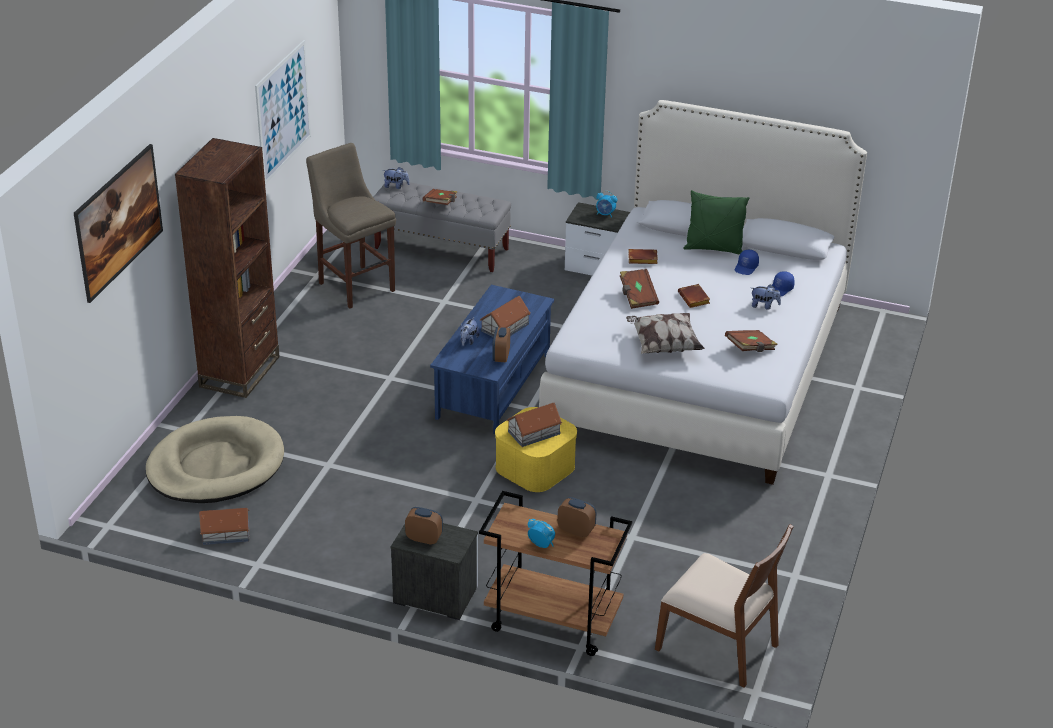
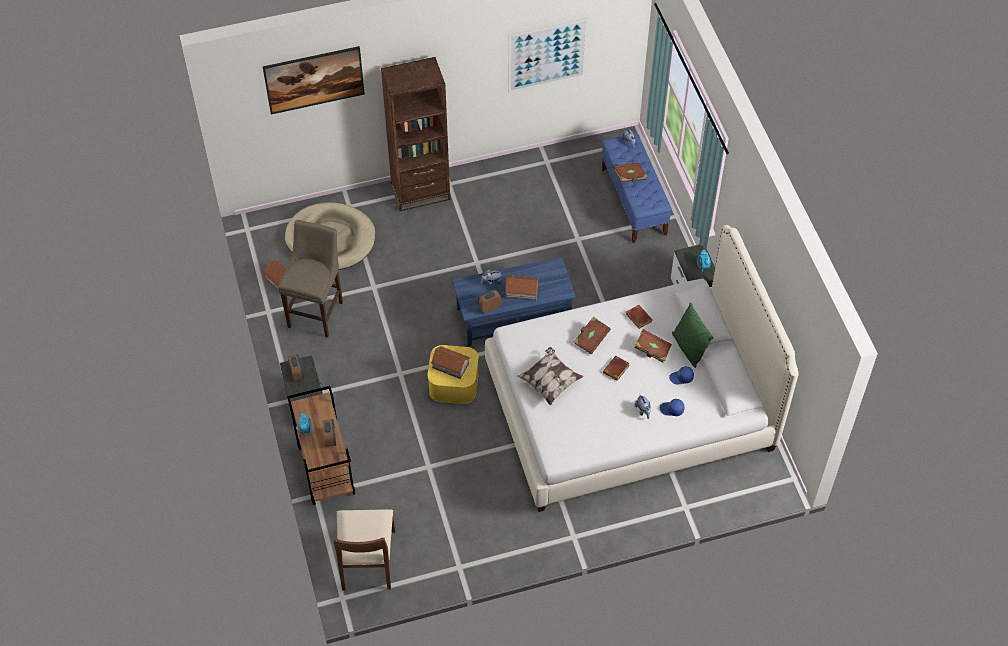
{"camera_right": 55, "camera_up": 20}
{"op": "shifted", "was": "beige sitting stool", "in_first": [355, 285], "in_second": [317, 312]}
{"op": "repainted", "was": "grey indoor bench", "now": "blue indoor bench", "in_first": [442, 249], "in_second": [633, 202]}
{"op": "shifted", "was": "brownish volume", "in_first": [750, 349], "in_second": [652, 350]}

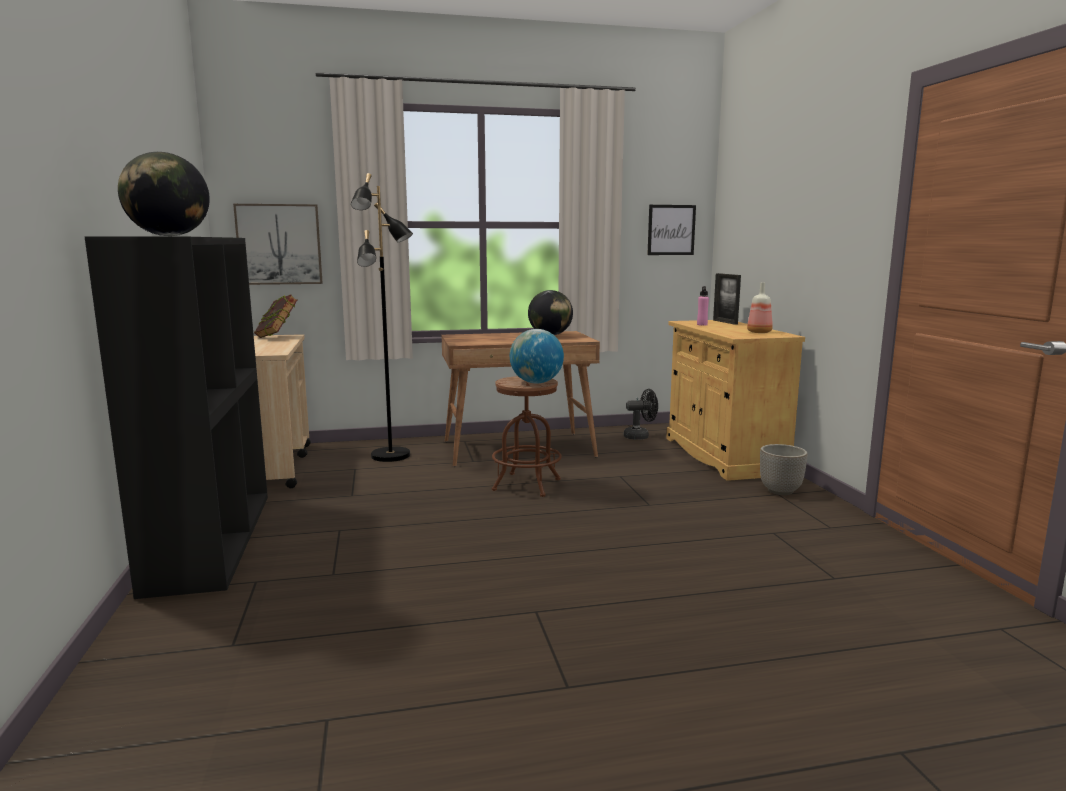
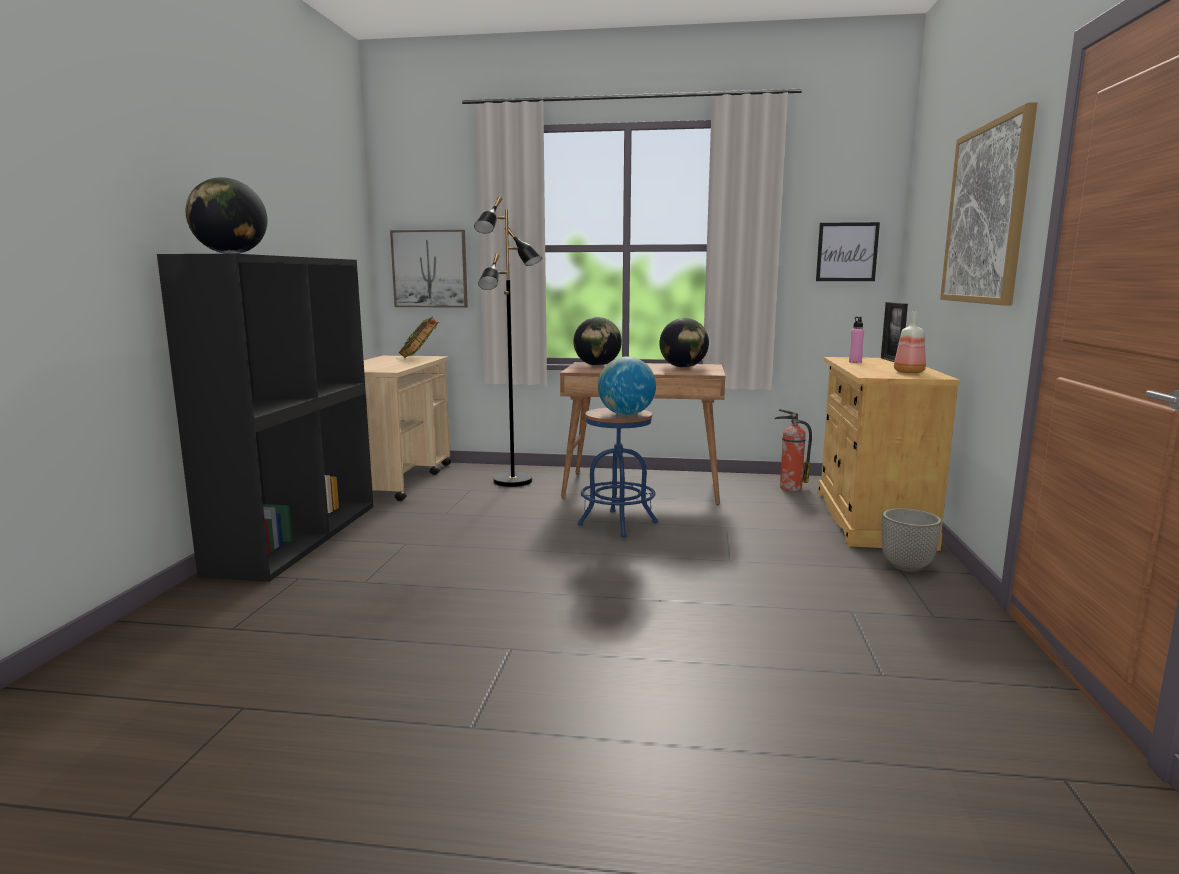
{"camera_right": 20, "camera_up": 0}
{"op": "repainted", "was": "brownish sitting stool", "now": "blue sitting stool", "in_first": [526, 485], "in_second": [617, 524]}
{"op": "swapped", "was": "blackish electric fan", "now": "fire-fighting cylinder", "in_first": [640, 436], "in_second": [789, 488]}
{"op": "new", "now": "wall art", "in_second": [986, 214]}
{"op": "new", "now": "desk globe", "in_second": [597, 365]}

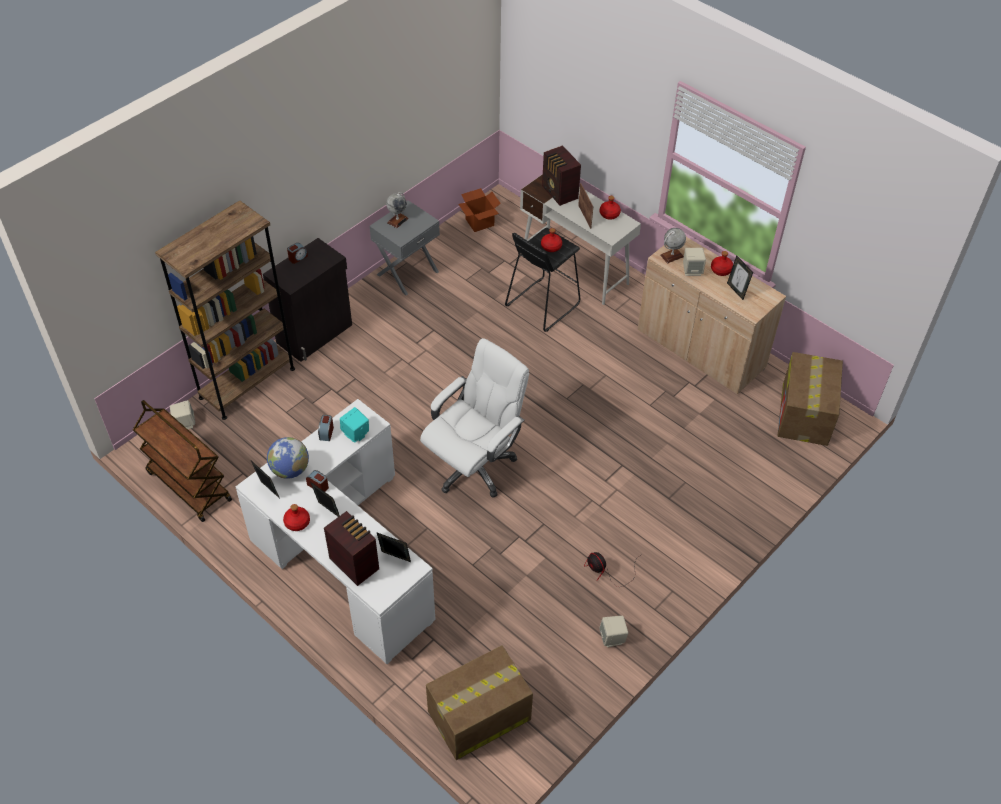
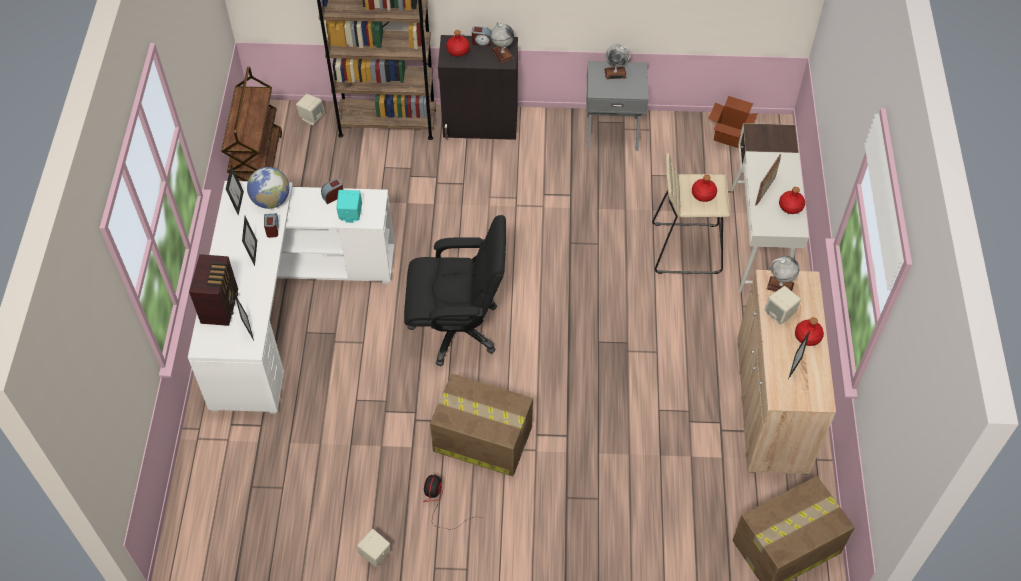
{"camera_right": 50, "camera_up": 5}
{"op": "gone", "was": "radio set", "in_first": [559, 193]}
{"op": "repainted", "was": "blackish sitting stool", "now": "beige sitting stool", "in_first": [542, 305], "in_second": [685, 248]}
{"op": "repainted", "was": "white-coloured office chair", "now": "blackish office chair", "in_first": [474, 465], "in_second": [457, 328]}
{"op": "shifted", "was": "red-coloured drink bottle", "in_first": [297, 523], "in_second": [457, 50]}
{"op": "shifted", "was": "carton", "in_first": [478, 716], "in_second": [481, 438]}
{"op": "new", "now": "desk globe", "in_second": [502, 54]}

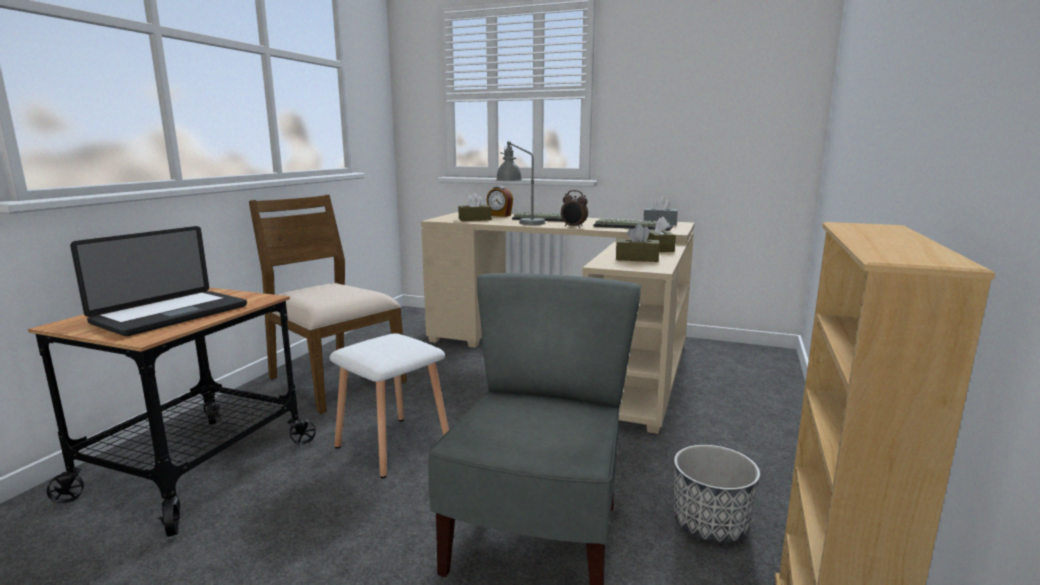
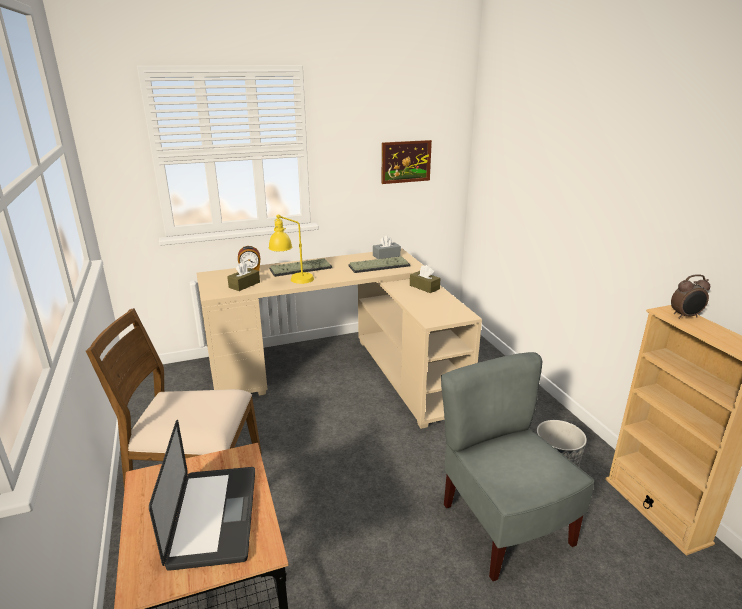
{"camera_right": -40, "camera_up": 10}
{"op": "repainted", "was": "grey tabletop lamp", "now": "yellowish tabletop lamp", "in_first": [520, 223], "in_second": [292, 281]}
{"op": "shifted", "was": "table clock", "in_first": [573, 227], "in_second": [685, 316]}
{"op": "gone", "was": "brownish tissue box", "in_first": [637, 259]}
{"op": "gone", "was": "white-coloured sitting stool", "in_first": [391, 445]}
{"op": "new", "now": "wall art", "in_second": [406, 161]}

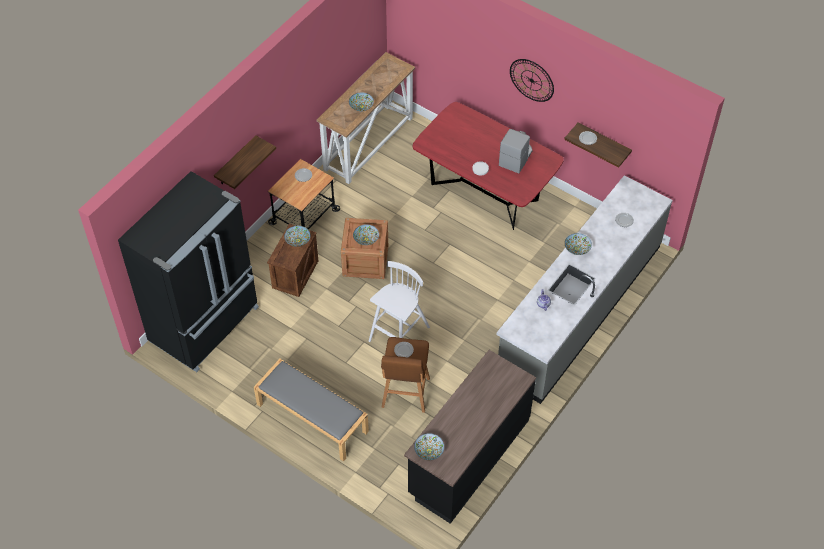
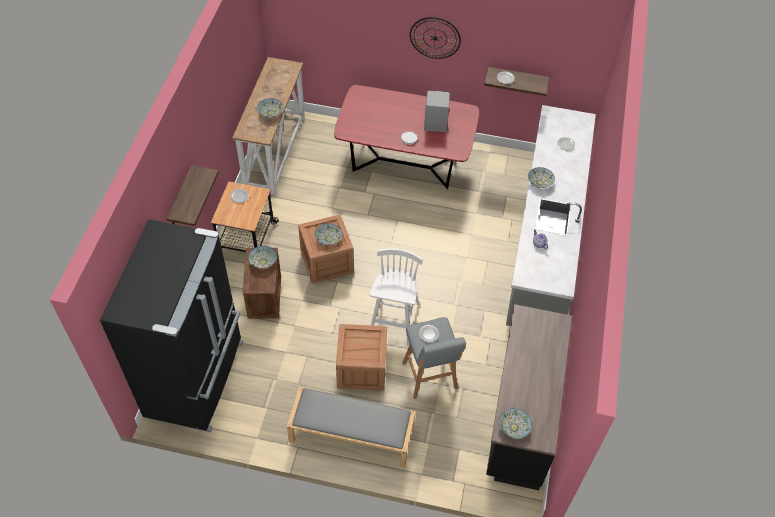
{"camera_right": -25, "camera_up": 0}
{"op": "repainted", "was": "brownish sitting stool", "now": "grey sitting stool", "in_first": [405, 394], "in_second": [430, 377]}
{"op": "new", "now": "shipping crate", "in_second": [361, 369]}

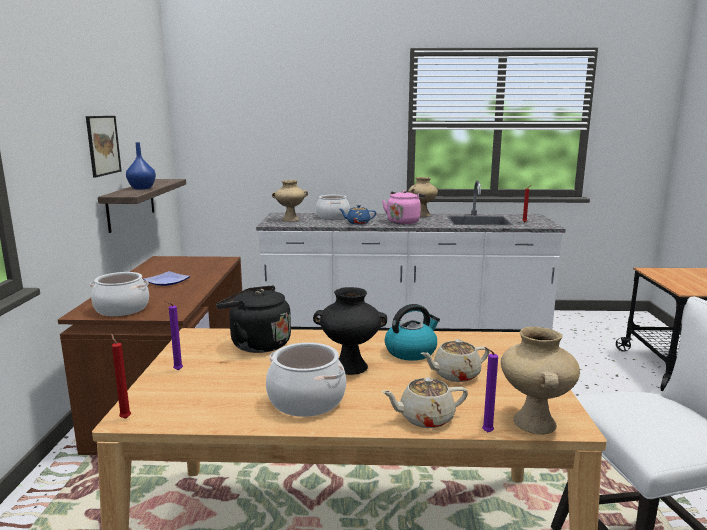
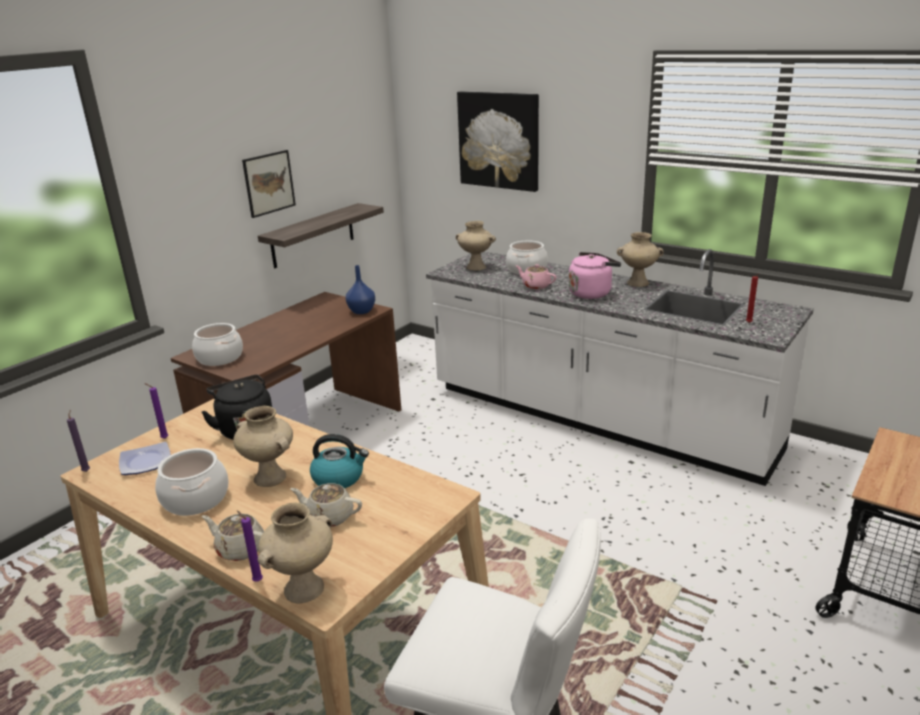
{"camera_right": 35, "camera_up": 10}
{"op": "shifted", "was": "blue decorative vase", "in_first": [142, 188], "in_second": [361, 311]}
{"op": "repainted", "was": "blue tea pot", "now": "pinkish tea pot", "in_first": [357, 223], "in_second": [536, 286]}
{"op": "shifted", "was": "flat dish", "in_first": [168, 281], "in_second": [146, 462]}
{"op": "repainted", "was": "blackish decorative vase", "now": "beige decorative vase", "in_first": [351, 366], "in_second": [271, 477]}
{"op": "repainted", "was": "red-coloured candle", "now": "purple-coloured candle", "in_first": [125, 418], "in_second": [87, 471]}
{"op": "new", "now": "wall art", "in_second": [499, 140]}

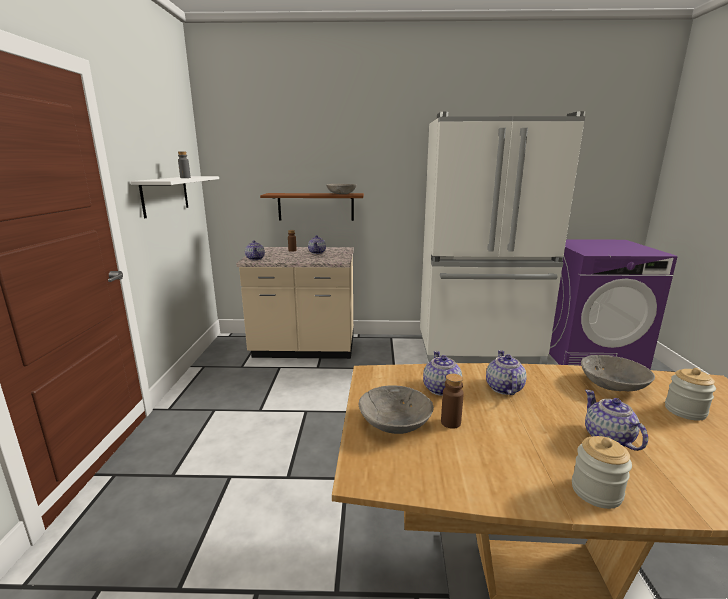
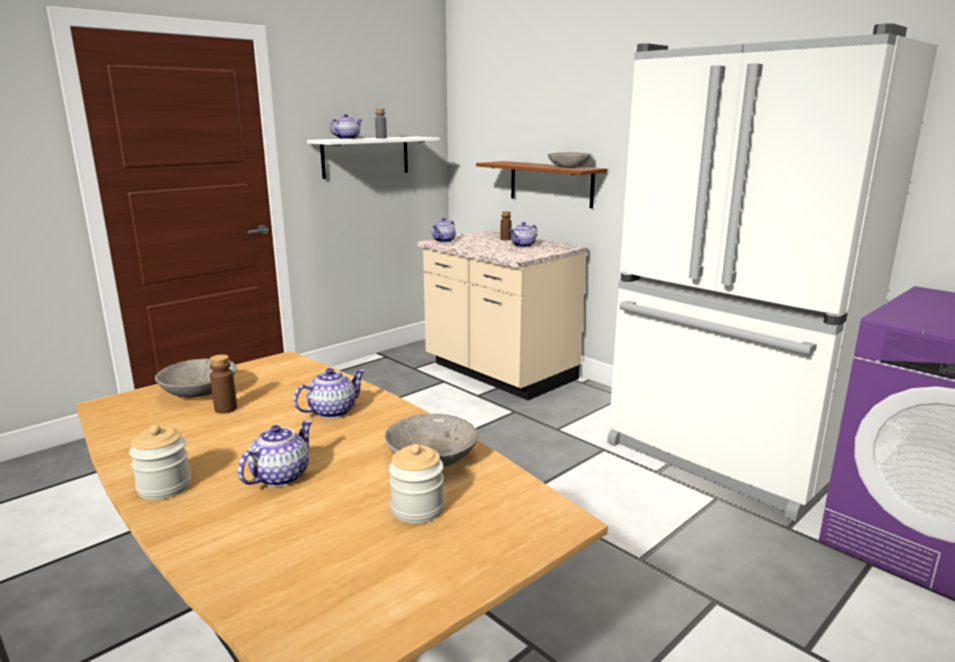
{"camera_right": 45, "camera_up": 0}
{"op": "shifted", "was": "tea pot", "in_first": [441, 389], "in_second": [346, 139]}

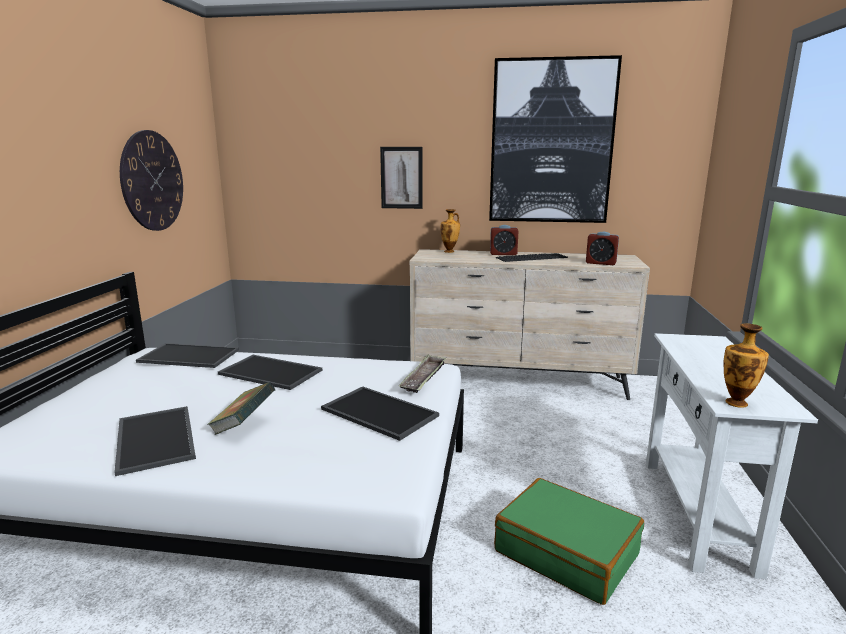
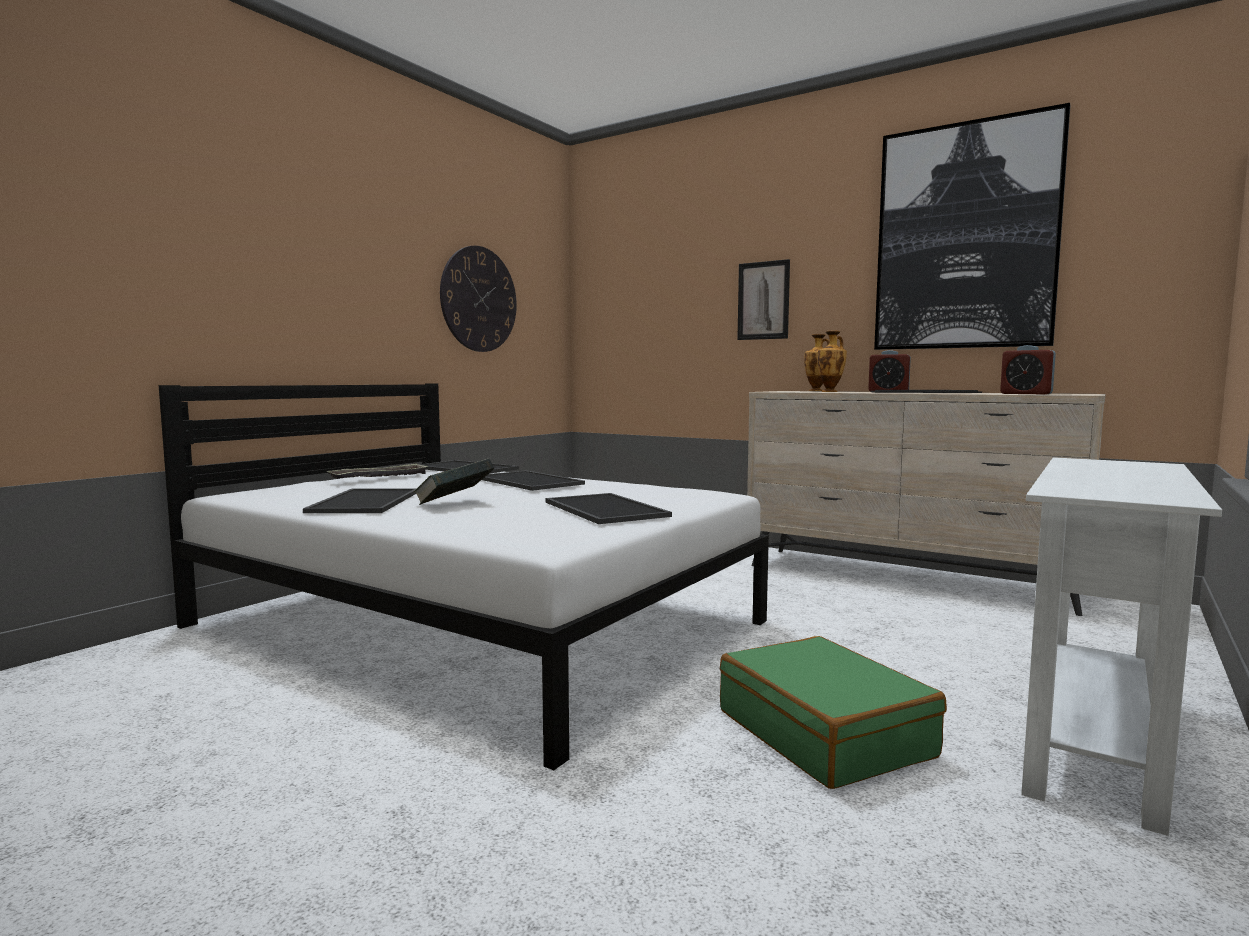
{"camera_right": 25, "camera_up": -10}
{"op": "shifted", "was": "decorative vase", "in_first": [737, 402], "in_second": [830, 391]}
{"op": "shifted", "was": "tray", "in_first": [424, 378], "in_second": [379, 477]}

